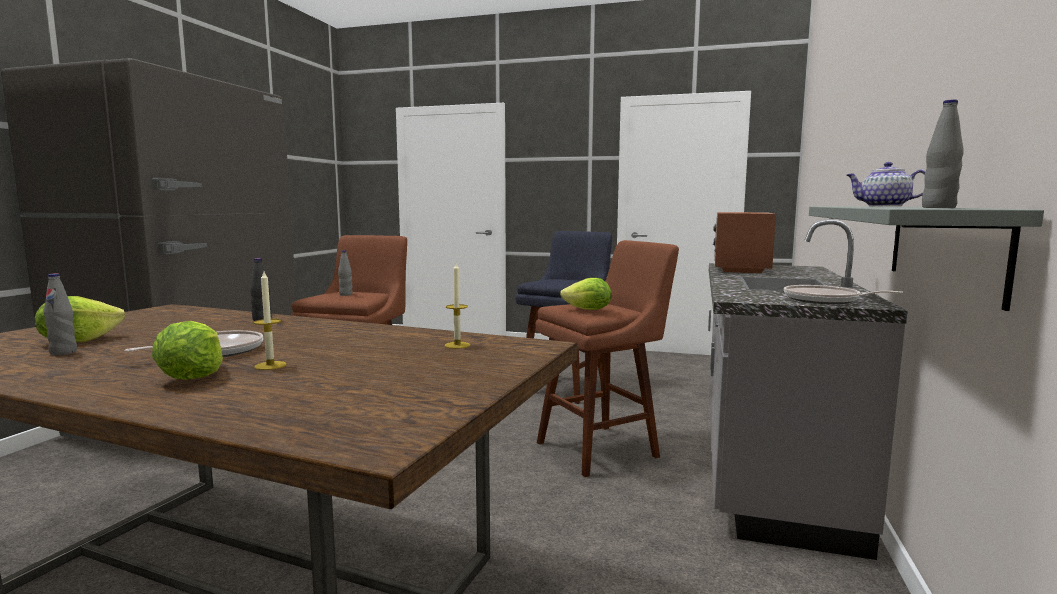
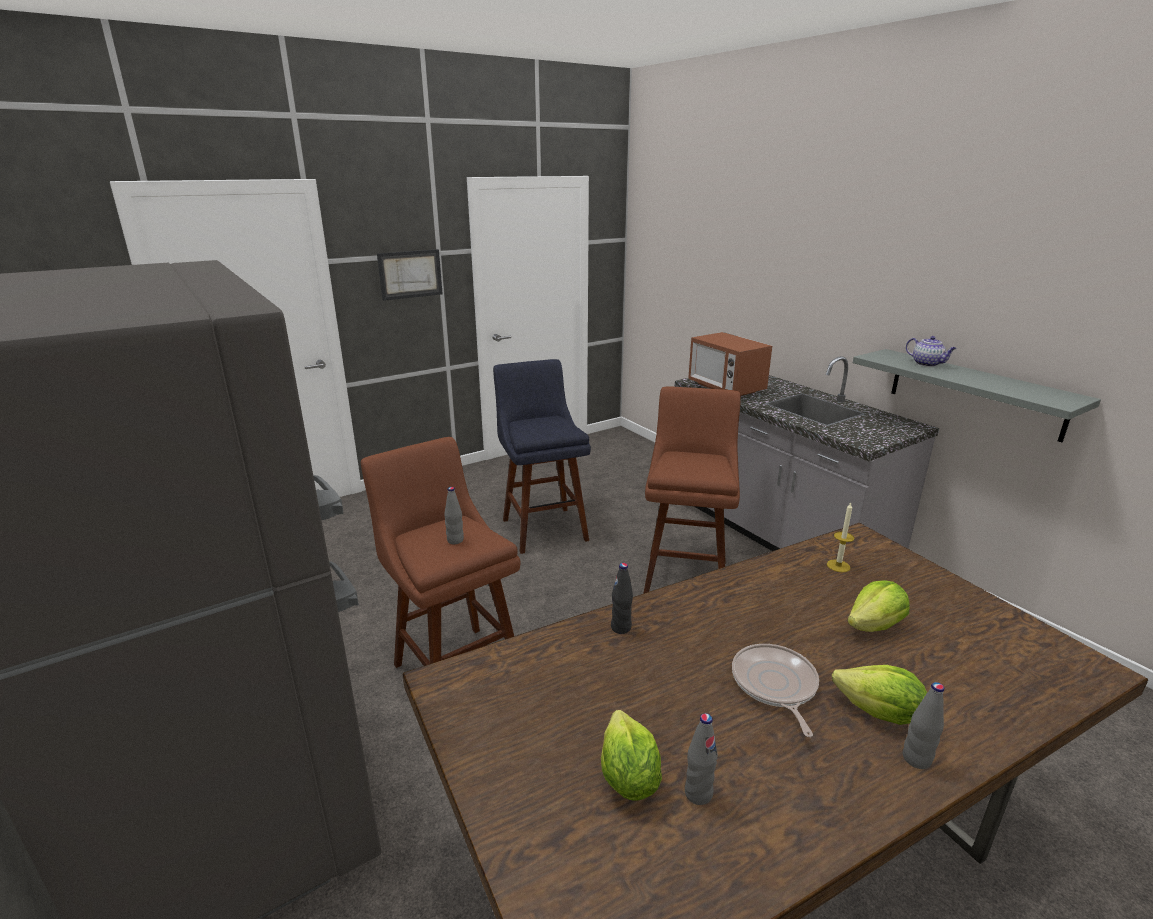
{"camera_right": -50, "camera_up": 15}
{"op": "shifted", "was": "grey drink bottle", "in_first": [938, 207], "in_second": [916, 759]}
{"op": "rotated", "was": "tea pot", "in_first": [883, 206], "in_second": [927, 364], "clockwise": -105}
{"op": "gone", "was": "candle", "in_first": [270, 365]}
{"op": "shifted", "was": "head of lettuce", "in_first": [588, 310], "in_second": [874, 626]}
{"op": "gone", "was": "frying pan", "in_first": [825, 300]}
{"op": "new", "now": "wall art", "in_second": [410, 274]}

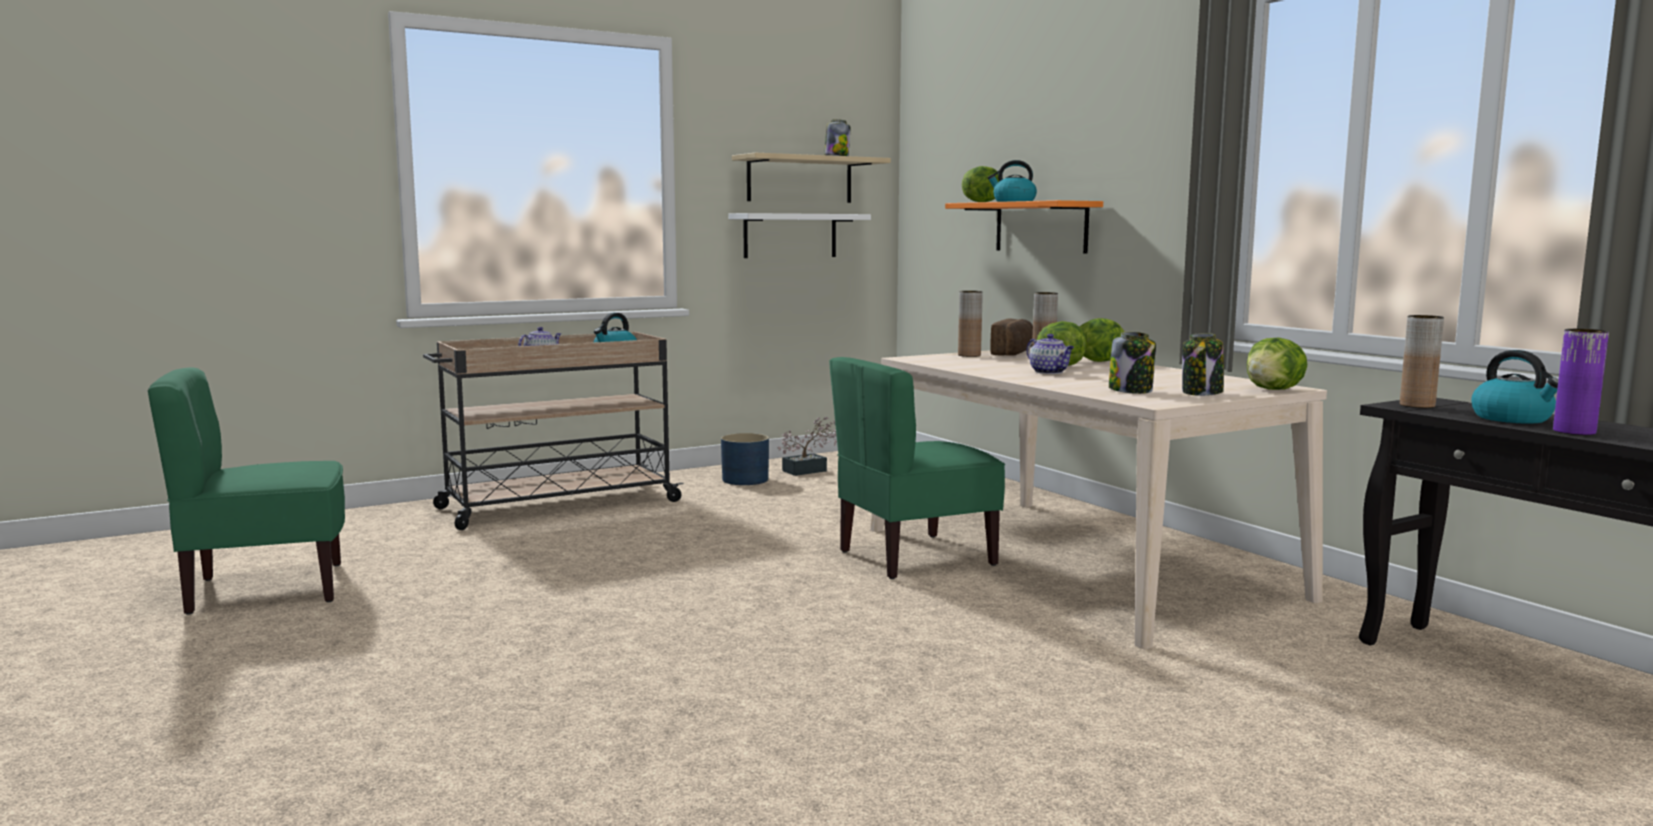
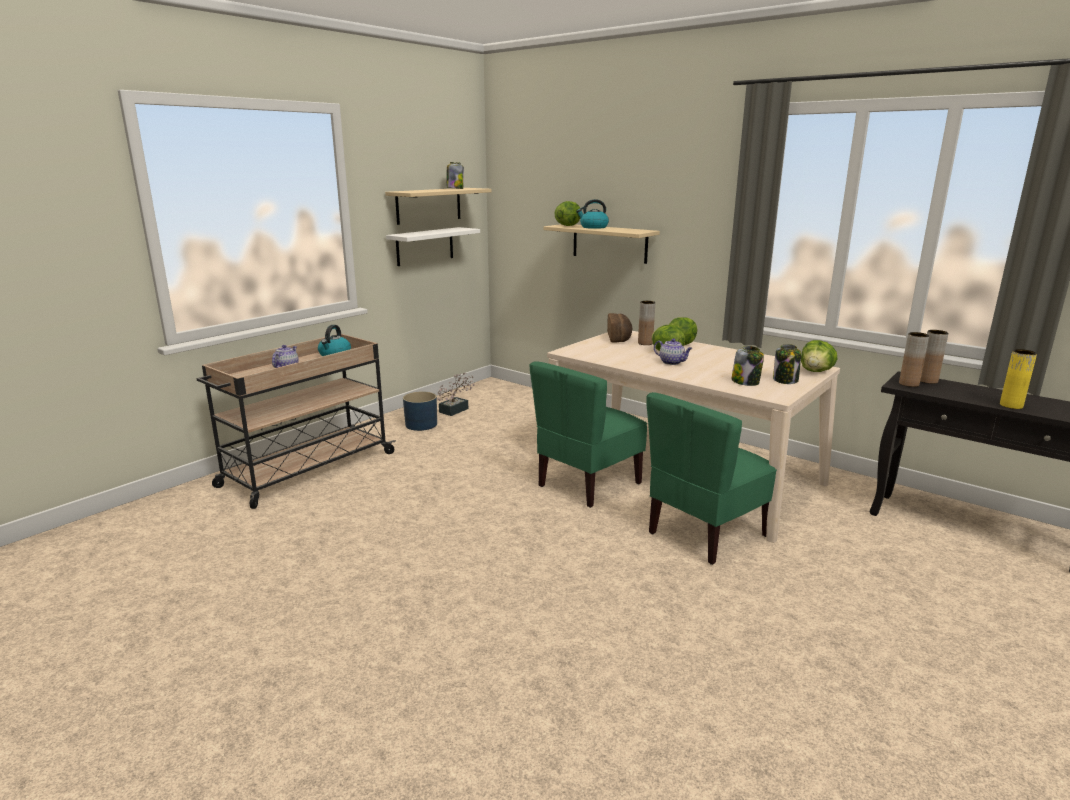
{"camera_right": -20, "camera_up": 10}
{"op": "repainted", "was": "orange-coloured shelf", "now": "beige shelf", "in_first": [1041, 227], "in_second": [609, 243]}
{"op": "shifted", "was": "brownish decorative vase", "in_first": [969, 355], "in_second": [927, 381]}
{"op": "repainted", "was": "purple-coloured decorative vase", "now": "yellowish decorative vase", "in_first": [1574, 432], "in_second": [1011, 405]}
{"op": "gone", "was": "tea kettle", "in_first": [1513, 419]}
{"op": "shifted", "was": "green-coloured chair", "in_first": [266, 589], "in_second": [706, 534]}

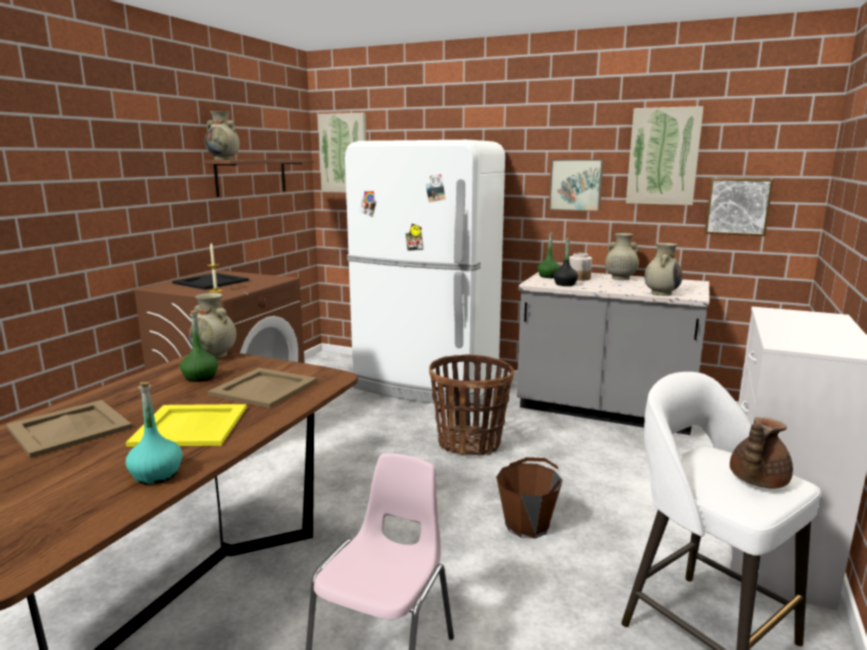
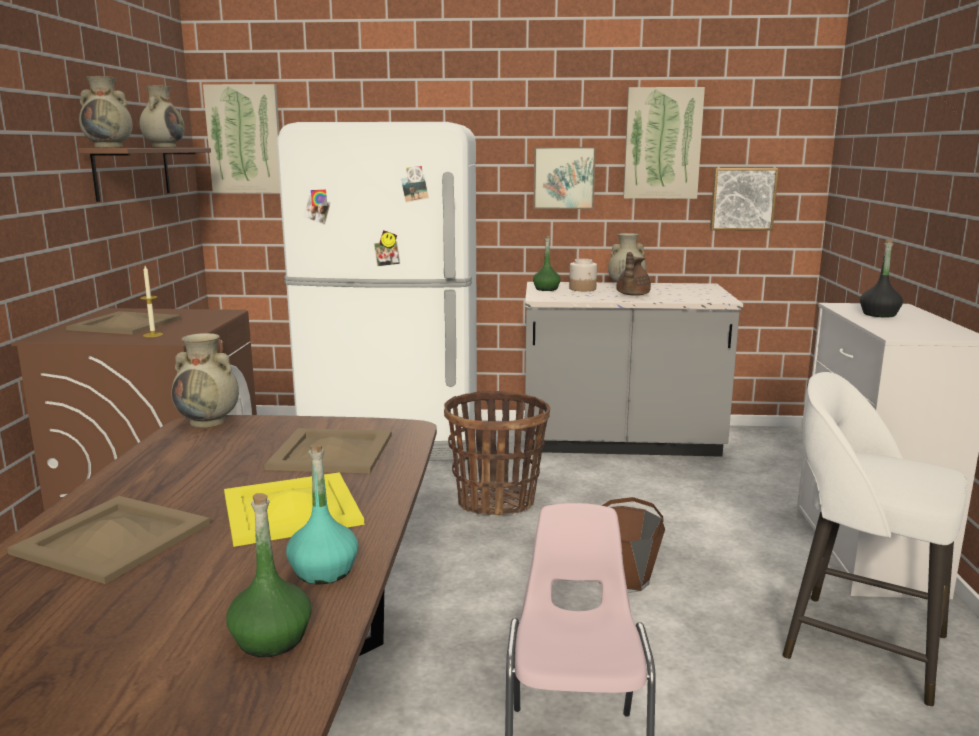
{"camera_right": -20, "camera_up": 0}
{"op": "shifted", "was": "blackish drink bottle", "in_first": [565, 284], "in_second": [879, 314]}
{"op": "shifted", "was": "beige decorative vase", "in_first": [661, 293], "in_second": [164, 147]}
{"op": "repainted", "was": "blackish tray", "now": "beige tray", "in_first": [211, 282], "in_second": [125, 324]}
{"op": "shifted", "was": "green-coloured drink bottle", "in_first": [200, 377], "in_second": [272, 639]}
{"op": "shifted", "was": "brownish tea pot", "in_first": [756, 480], "in_second": [632, 295]}

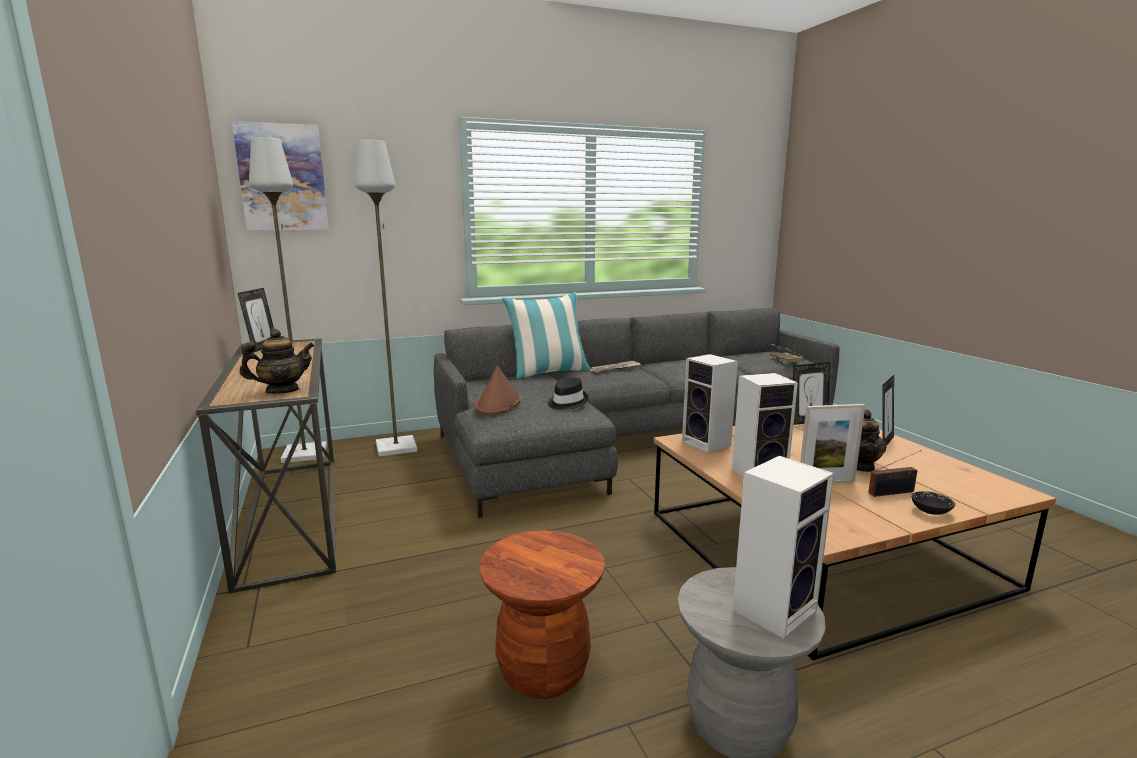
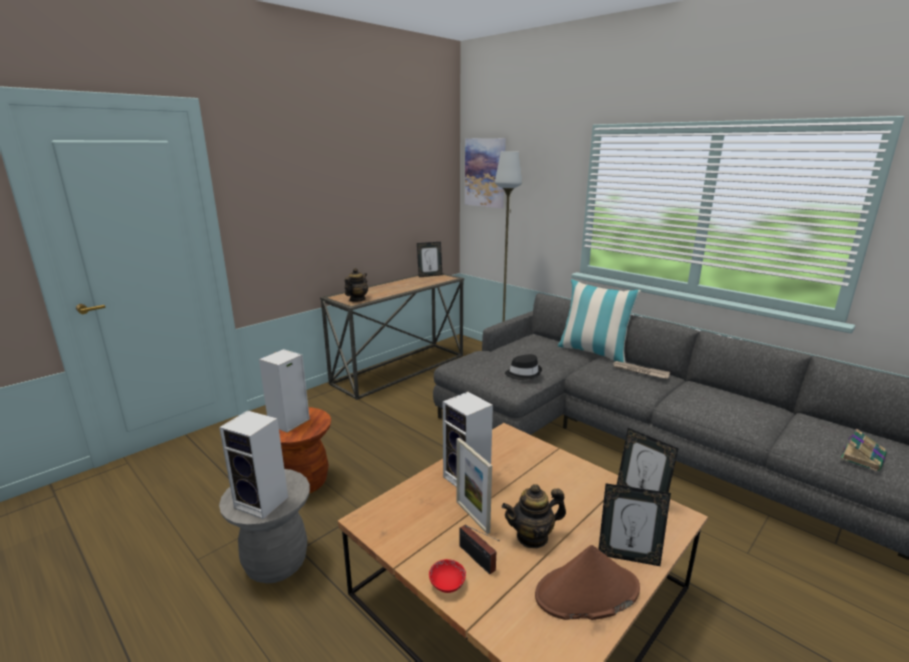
{"camera_right": 65, "camera_up": 5}
{"op": "gone", "was": "grey standard lamp", "in_first": [305, 453]}
{"op": "rotated", "was": "tea pot", "in_first": [282, 391], "in_second": [357, 300], "clockwise": -105}
{"op": "shifted", "was": "loudspeaker", "in_first": [708, 444], "in_second": [288, 423]}
{"op": "shifted", "was": "brownish clothing hat", "in_first": [498, 404], "in_second": [587, 592]}
{"op": "repainted", "was": "blackish bowl", "now": "red-coloured bowl", "in_first": [930, 511], "in_second": [447, 584]}

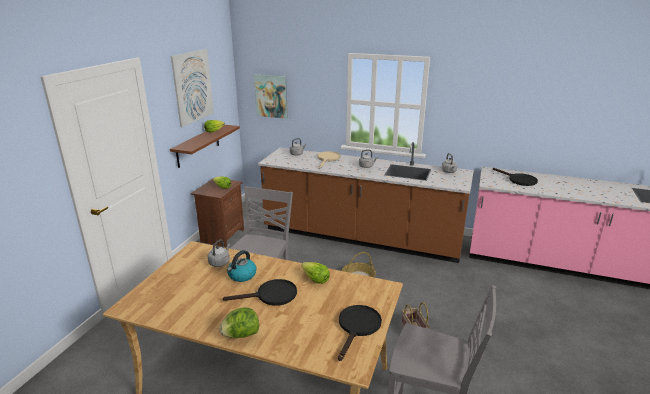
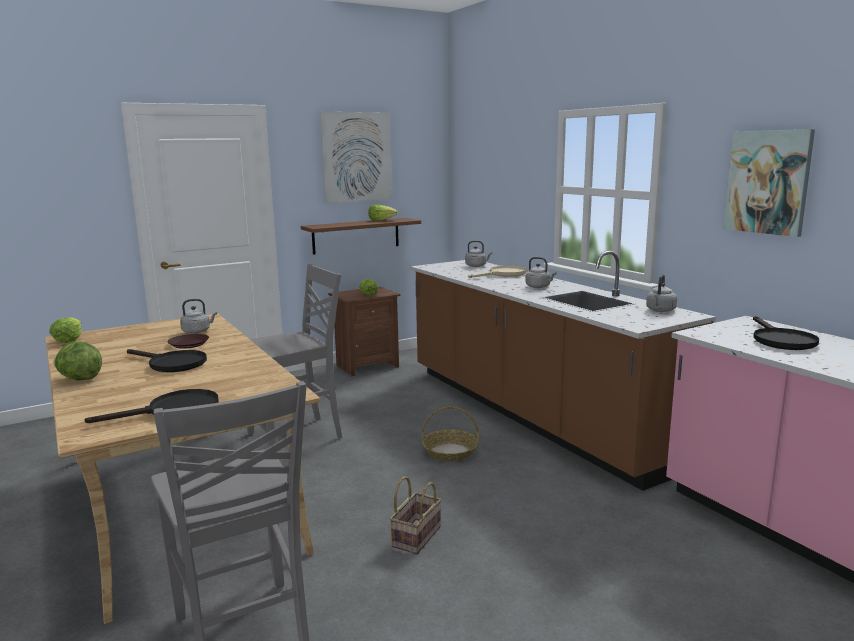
{"camera_right": 40, "camera_up": -10}
{"op": "shifted", "was": "wall art", "in_first": [271, 96], "in_second": [768, 182]}
{"op": "swapped", "was": "tea kettle", "now": "brownish flat dish", "in_first": [242, 275], "in_second": [189, 344]}
{"op": "shifted", "was": "head of lettuce", "in_first": [315, 279], "in_second": [69, 340]}

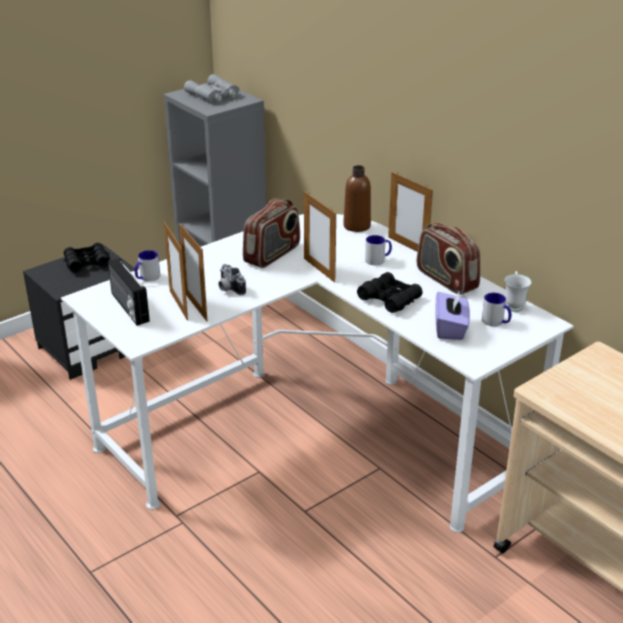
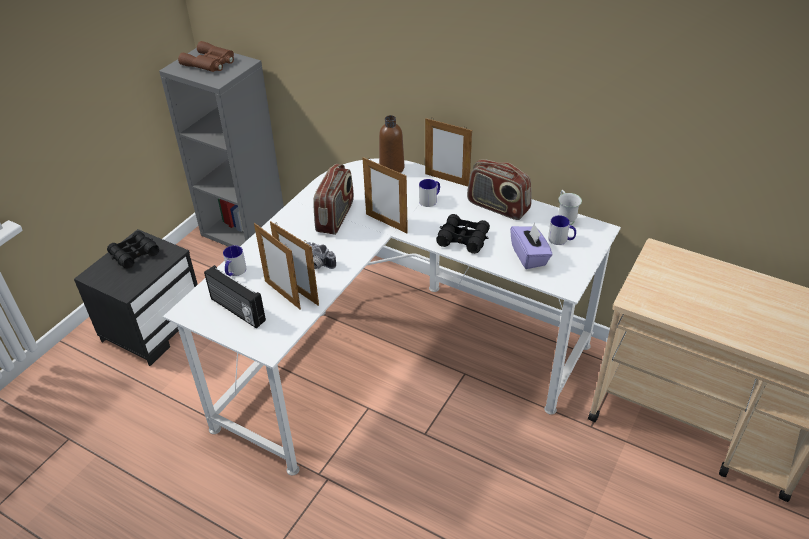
{"camera_right": -20, "camera_up": 10}
{"op": "repainted", "was": "grey pair of binoculars", "now": "brownish pair of binoculars", "in_first": [214, 95], "in_second": [210, 63]}

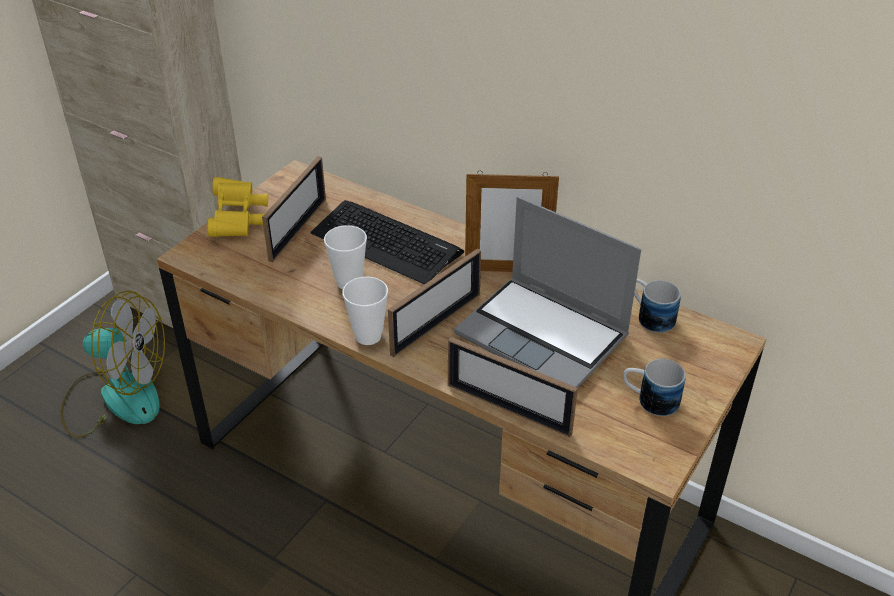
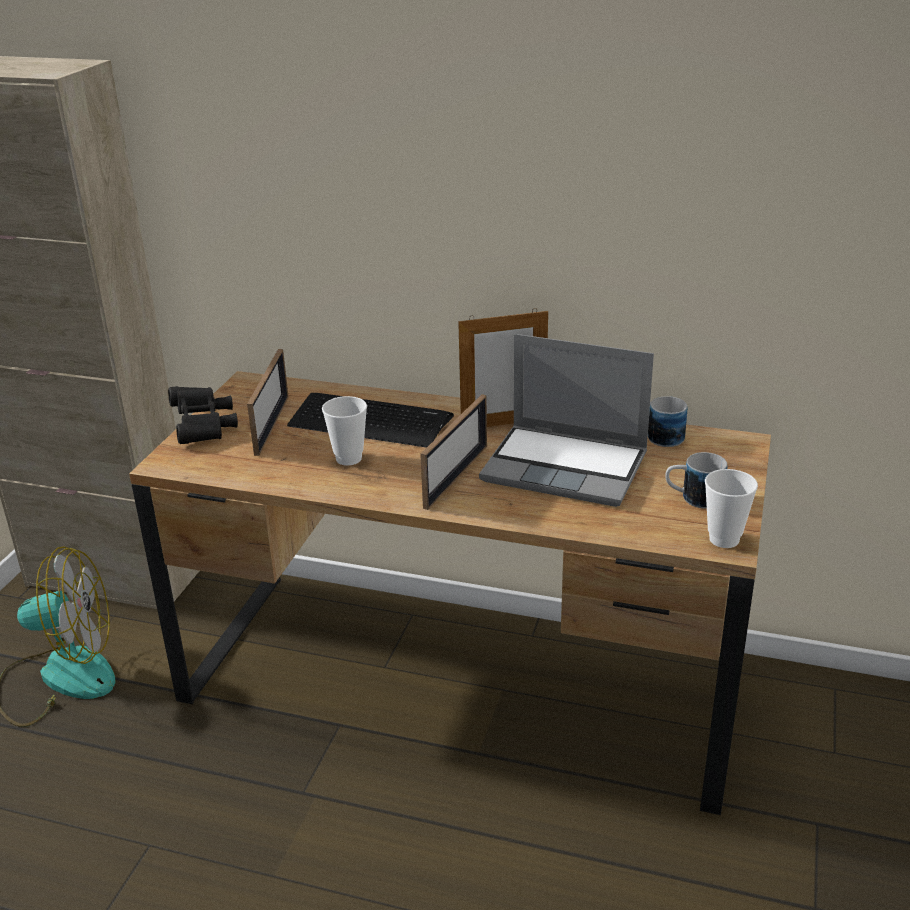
{"camera_right": -15, "camera_up": -10}
{"op": "repainted", "was": "yellowish pair of binoculars", "now": "blackish pair of binoculars", "in_first": [239, 220], "in_second": [204, 427]}
{"op": "shifted", "was": "drinking cup", "in_first": [368, 336], "in_second": [724, 539]}
{"op": "gone", "was": "standing frame", "in_first": [508, 409]}

